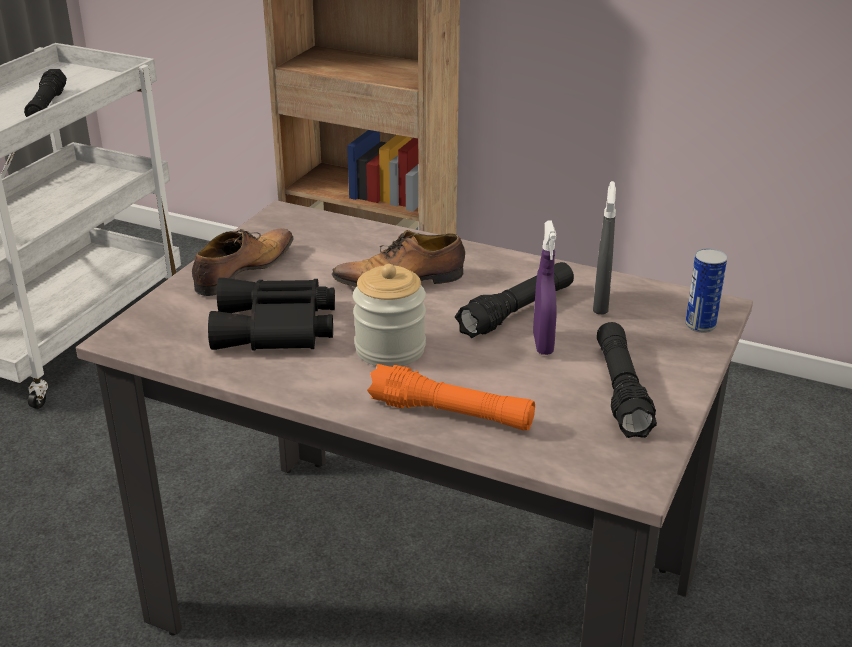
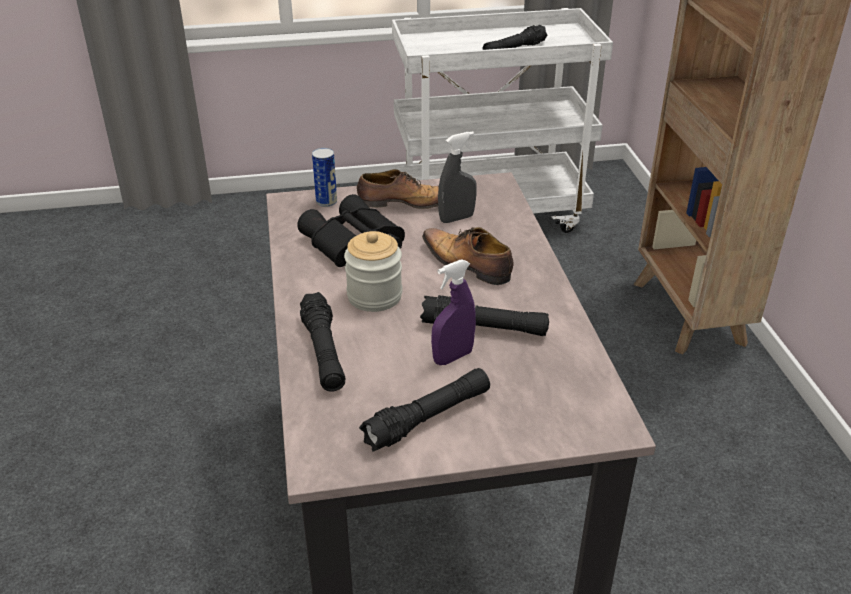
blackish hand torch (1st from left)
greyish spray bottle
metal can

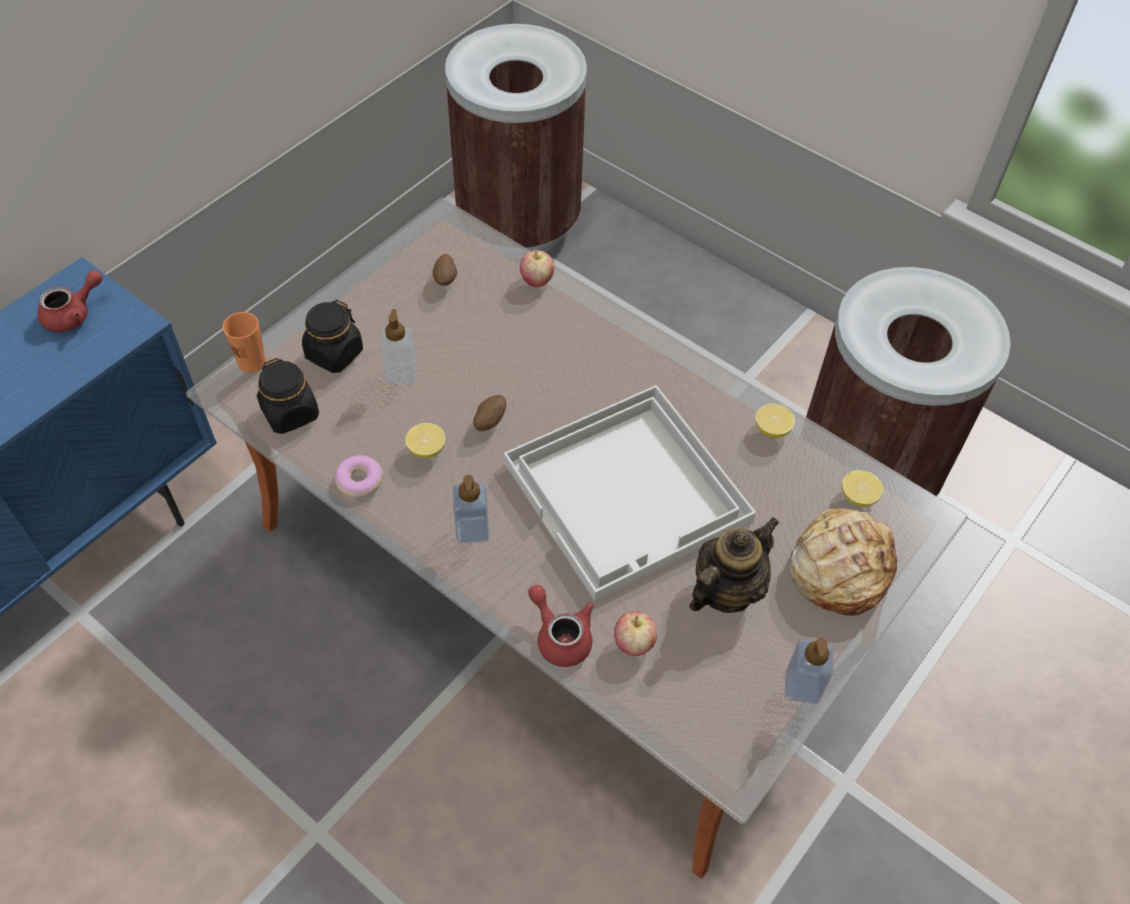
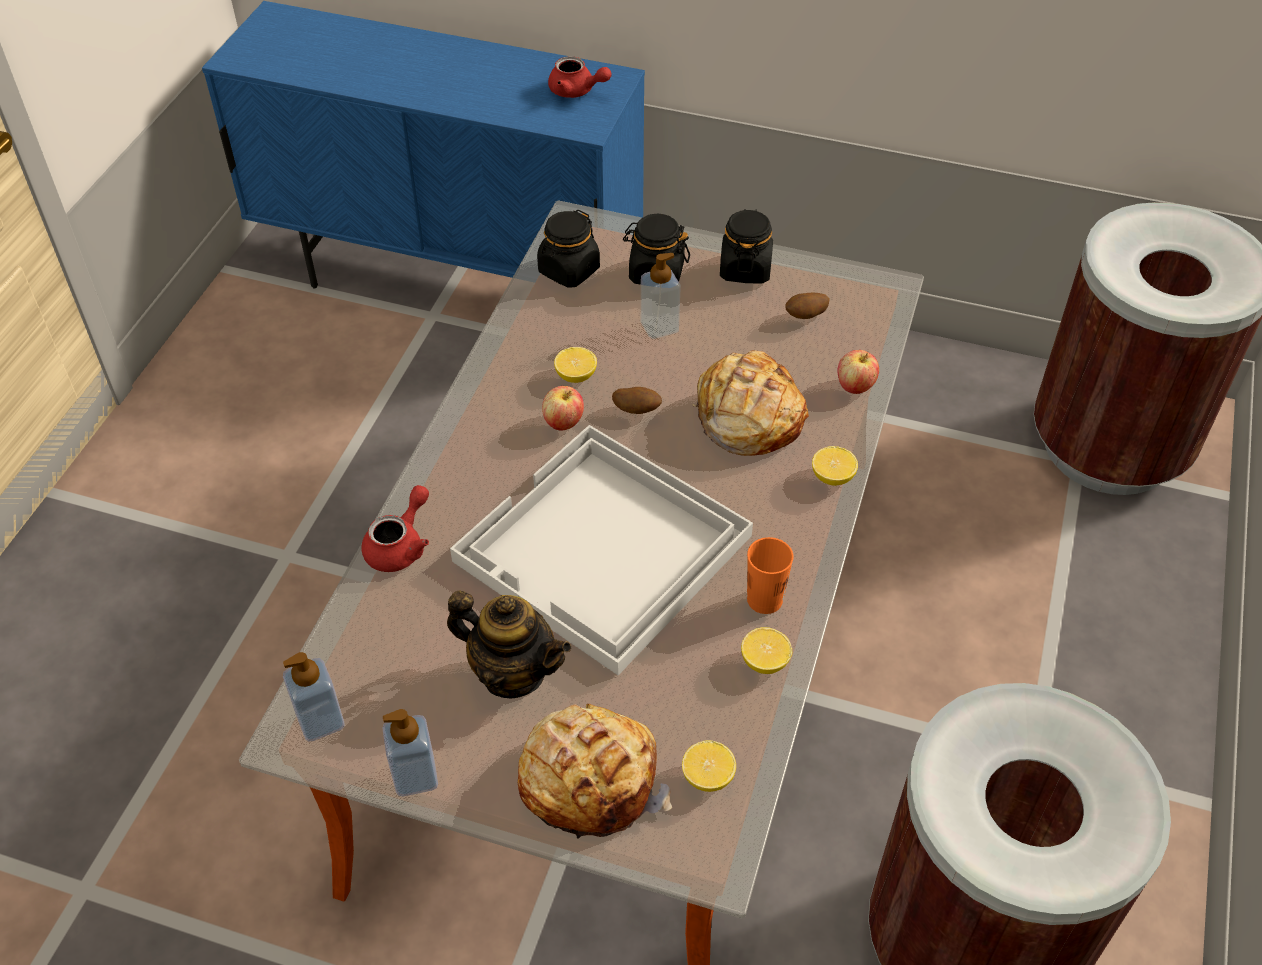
orange-coloured small cup
doughnut
liquid soap bottle (1st from left)
whole apple (1st from left)
baked bread (2nd from left)
blackish preserve jar (3rd from left)
whole lemon (4th from left)

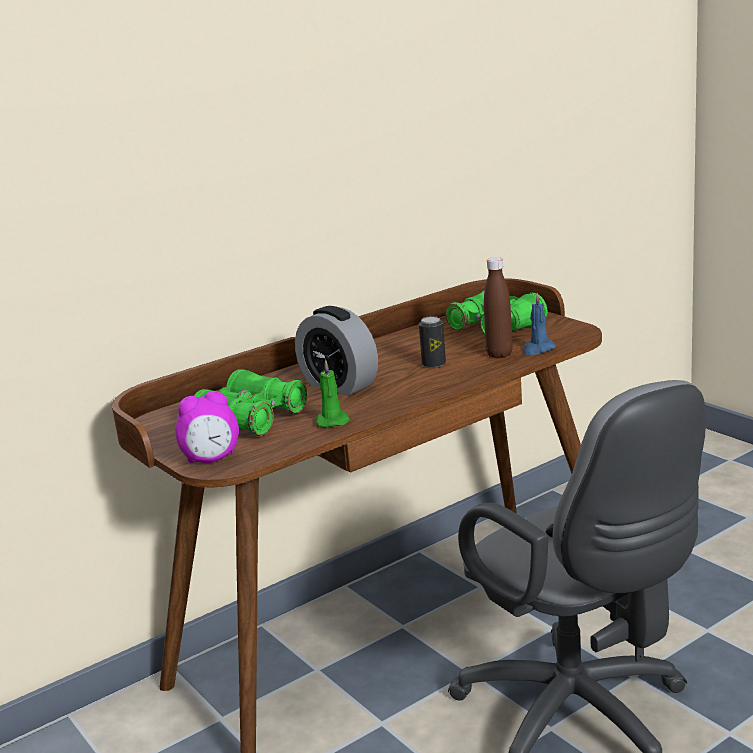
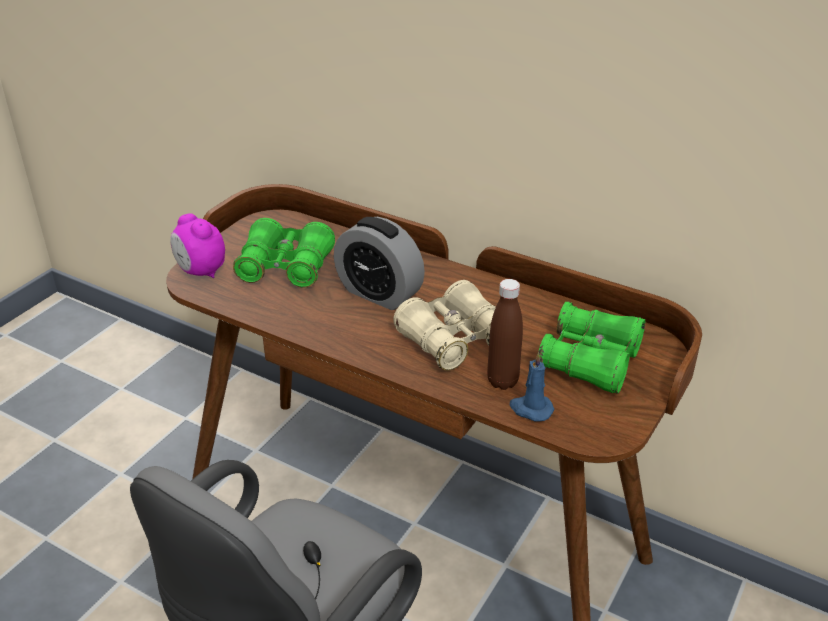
table clock (2nd from left)
green-coloured wax light
beige-coloured binoculars

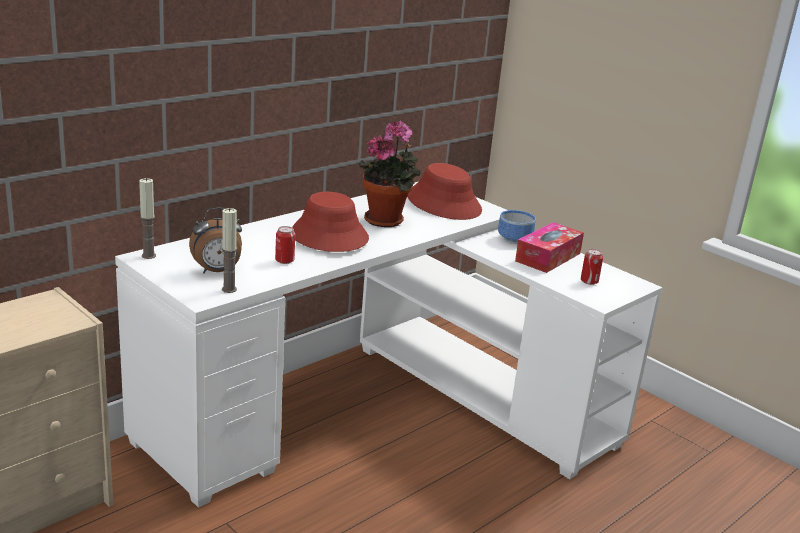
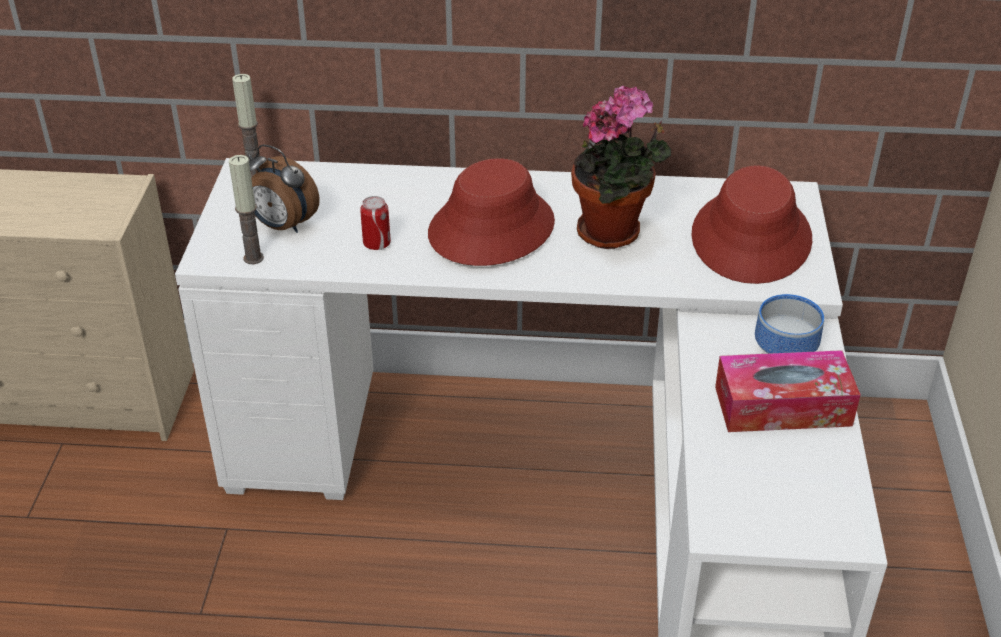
metal can (2nd from left in the first image)

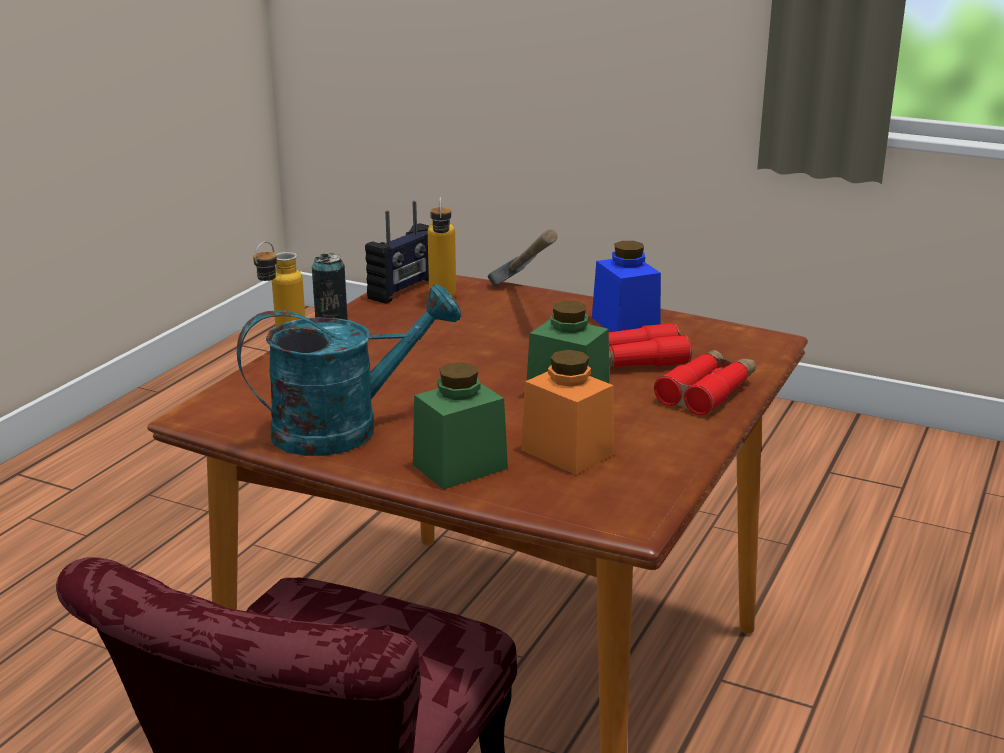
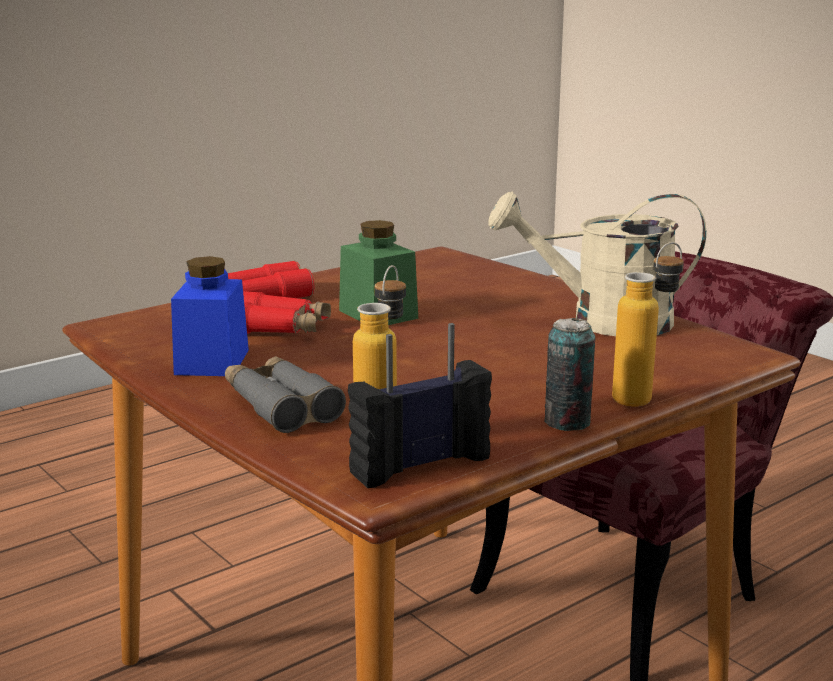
beige-coloured watering can
green-coloured preserve jar (1st from left in the first image)
greyish binoculars
orange-coloured preserve jar

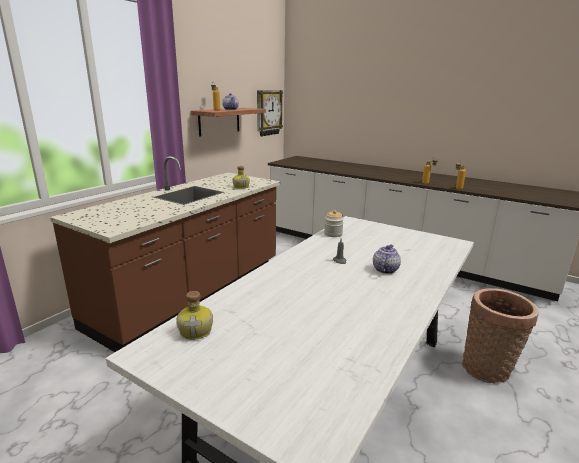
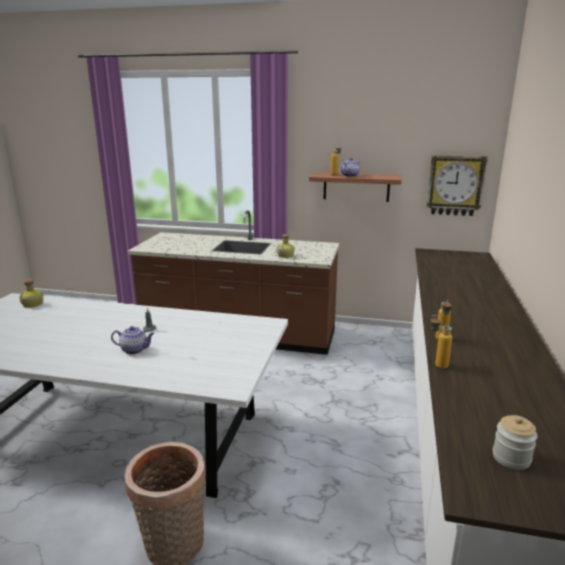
preserve jar

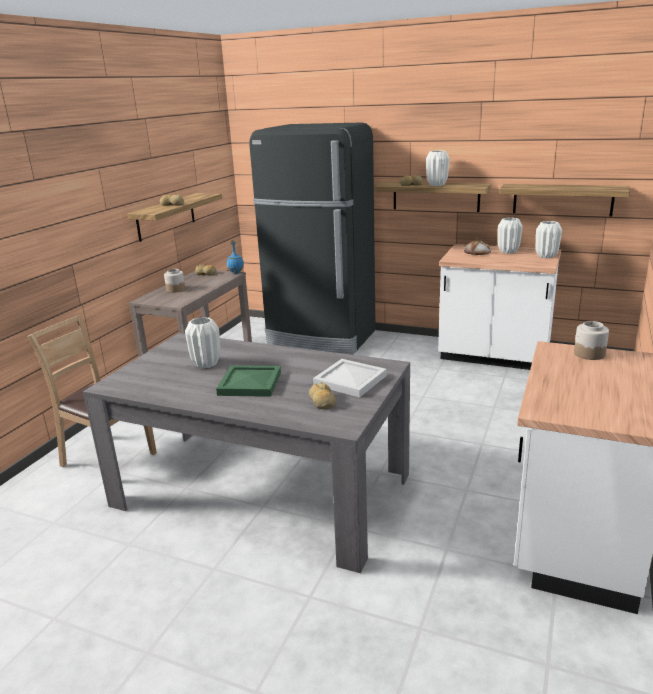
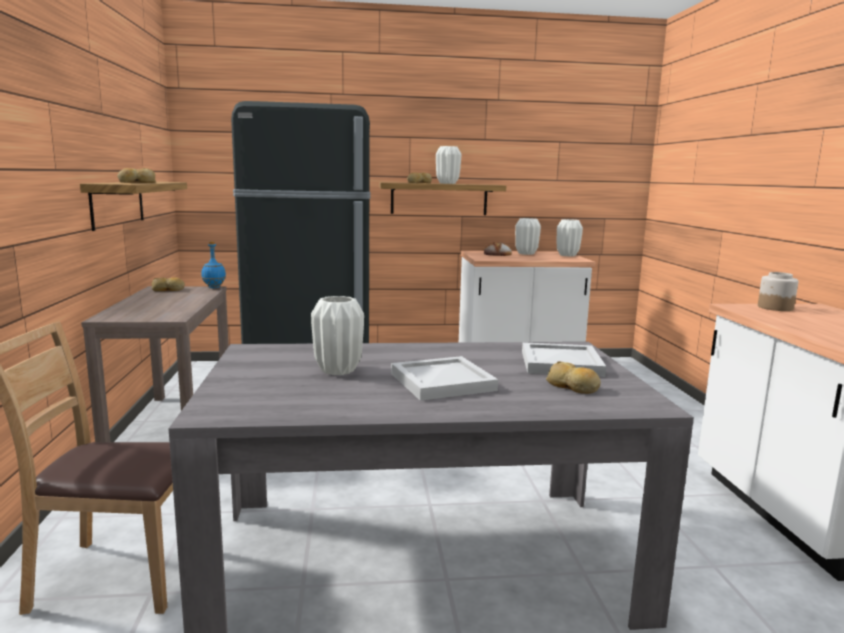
preserve jar (1st from left in the first image)
white-coloured carrying tray (1st from left)
bracket shelf (3rd from left in the first image)

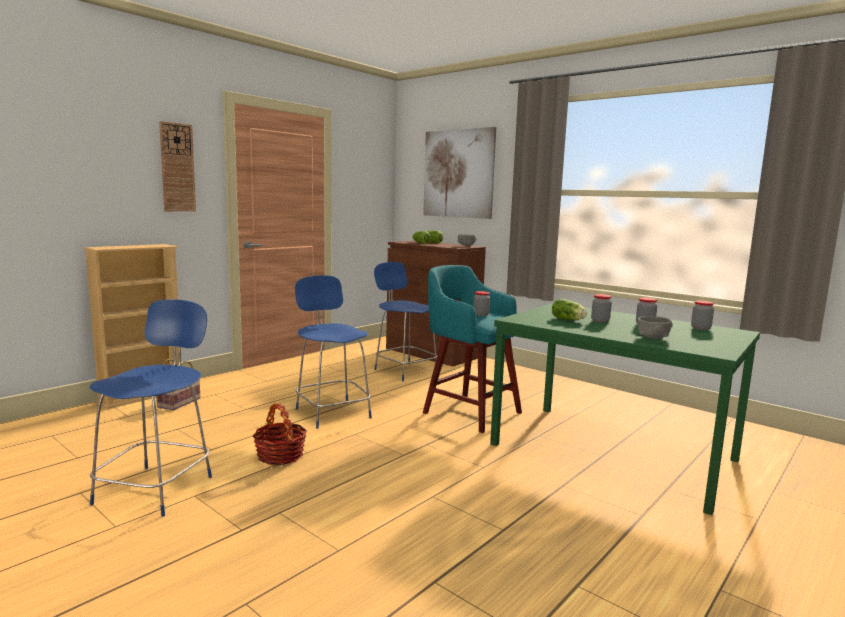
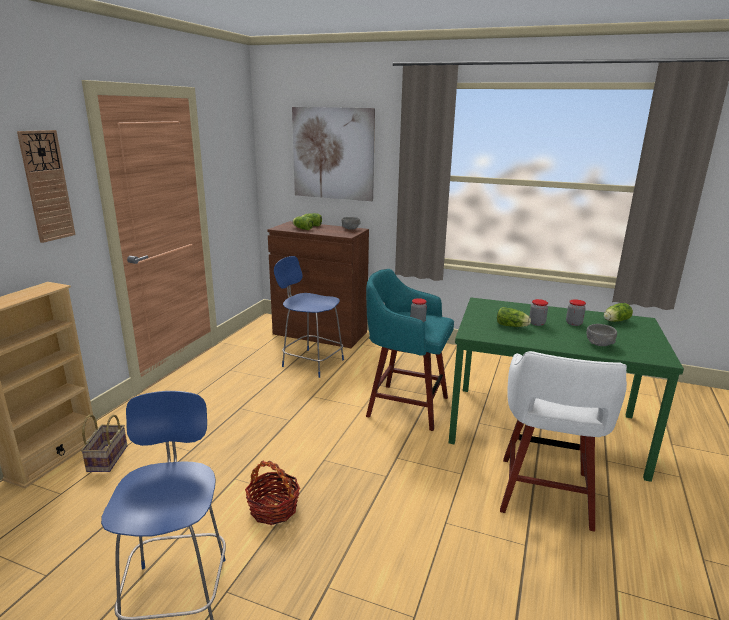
bluish chair (2nd from left in the first image)
head of lettuce (4th from left)
white-coloured stool seat

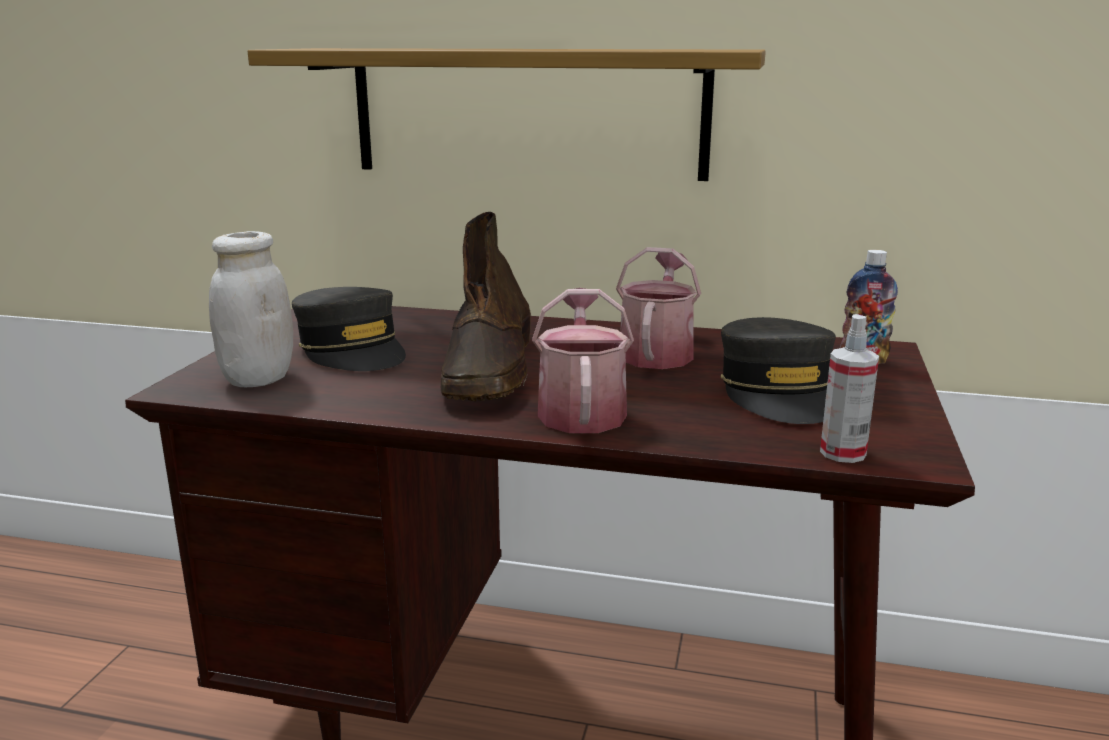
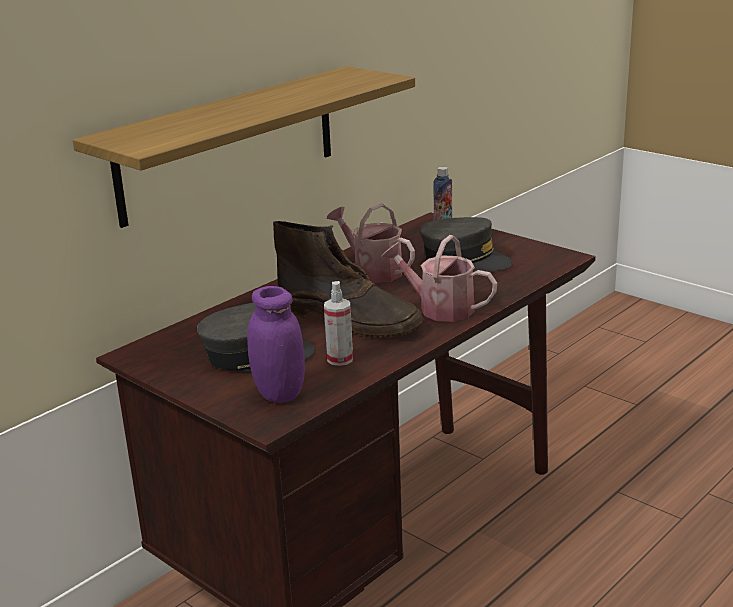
purplish preserve jar
spray bottle

